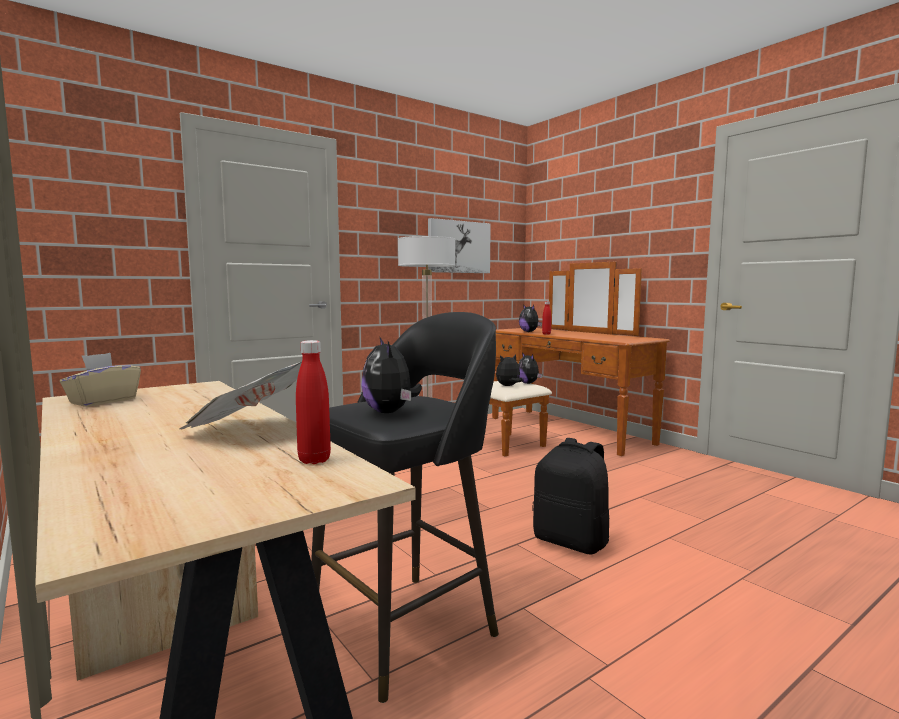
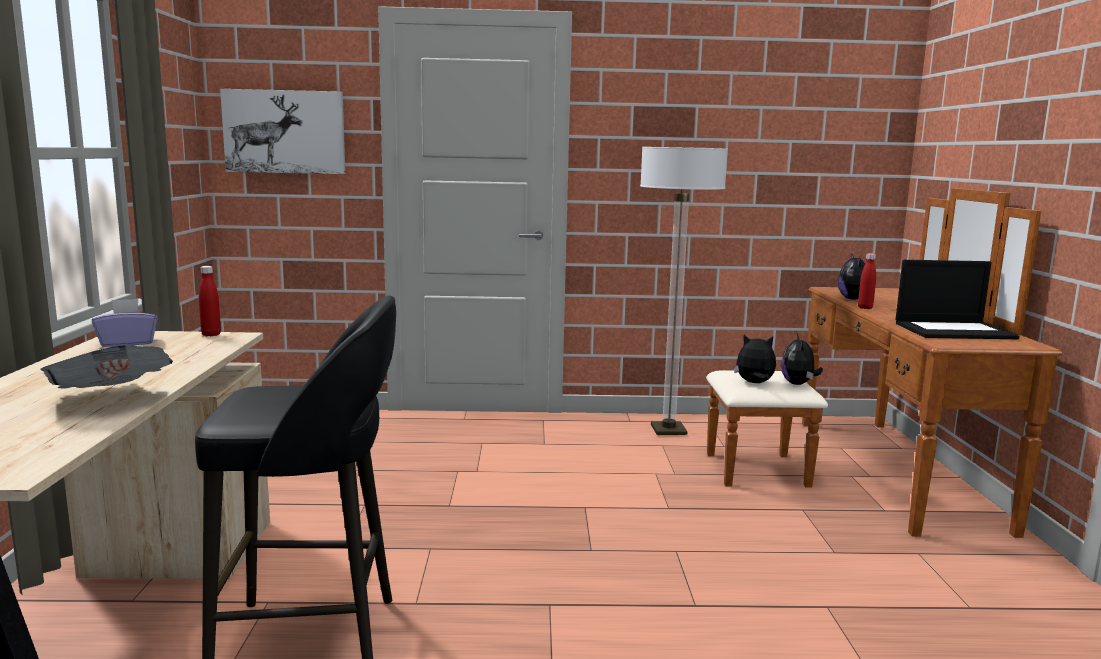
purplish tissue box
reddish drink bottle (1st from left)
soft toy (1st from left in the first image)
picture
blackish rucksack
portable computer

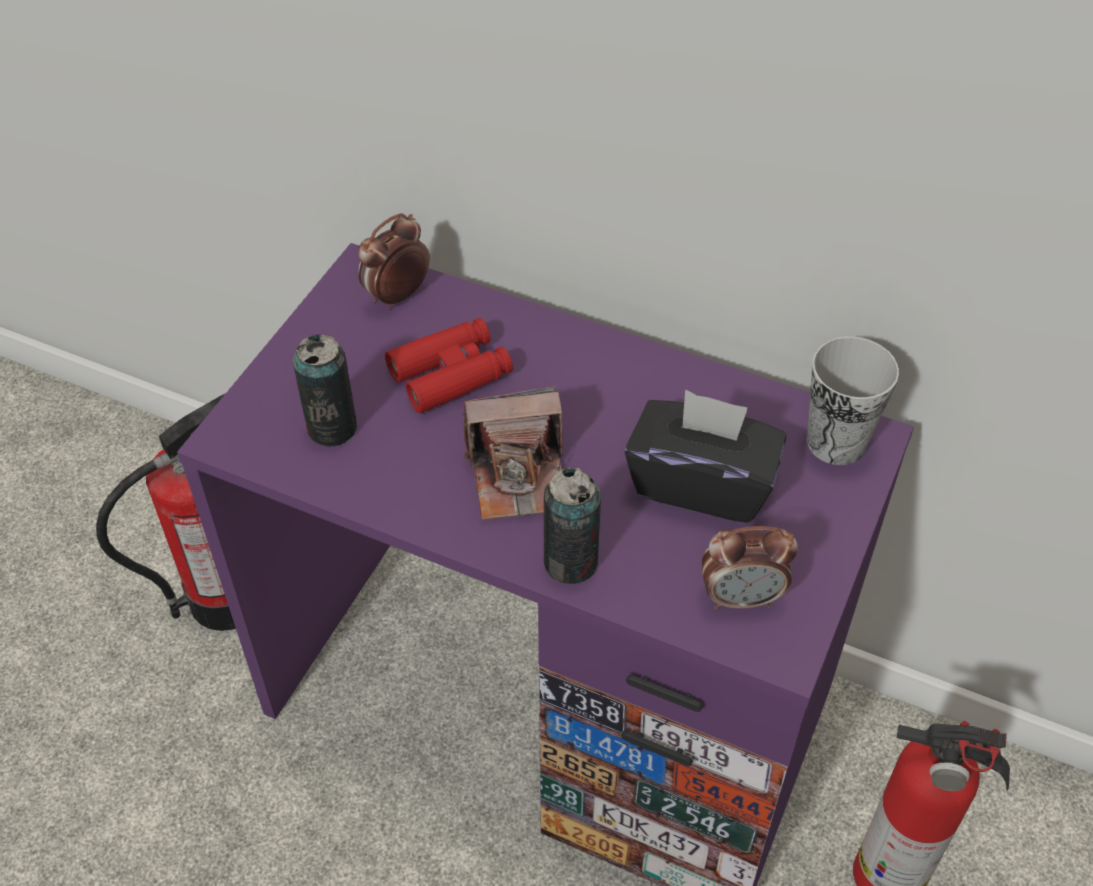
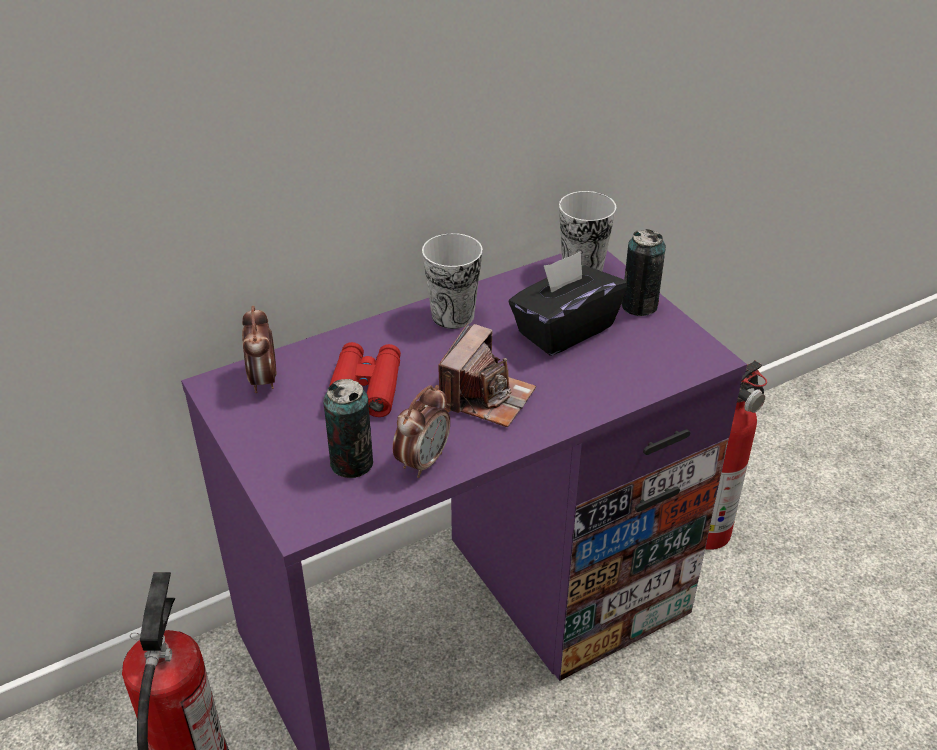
metal can (2nd from left)
table clock (2nd from left)
small cup (1st from left)

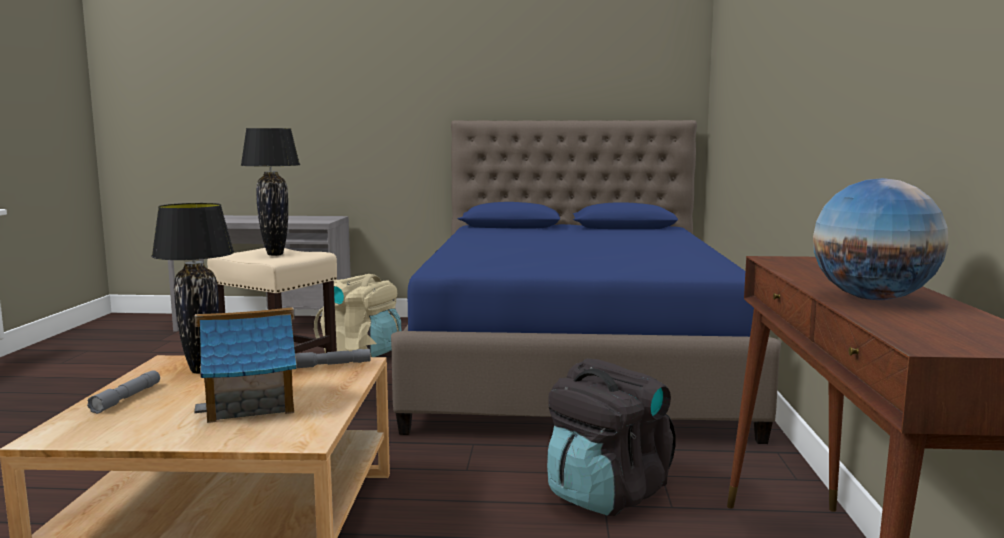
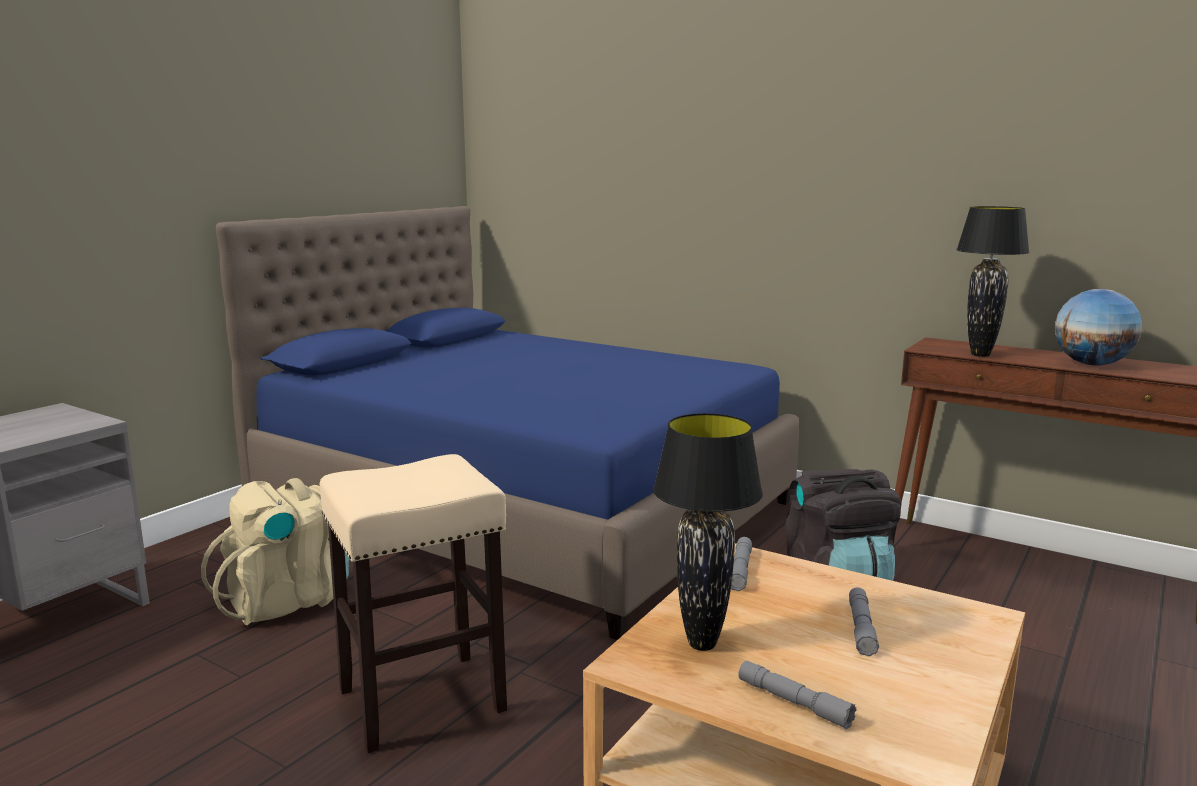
greyish hand torch (3rd from left)
blackish lamp for a table (2nd from left)

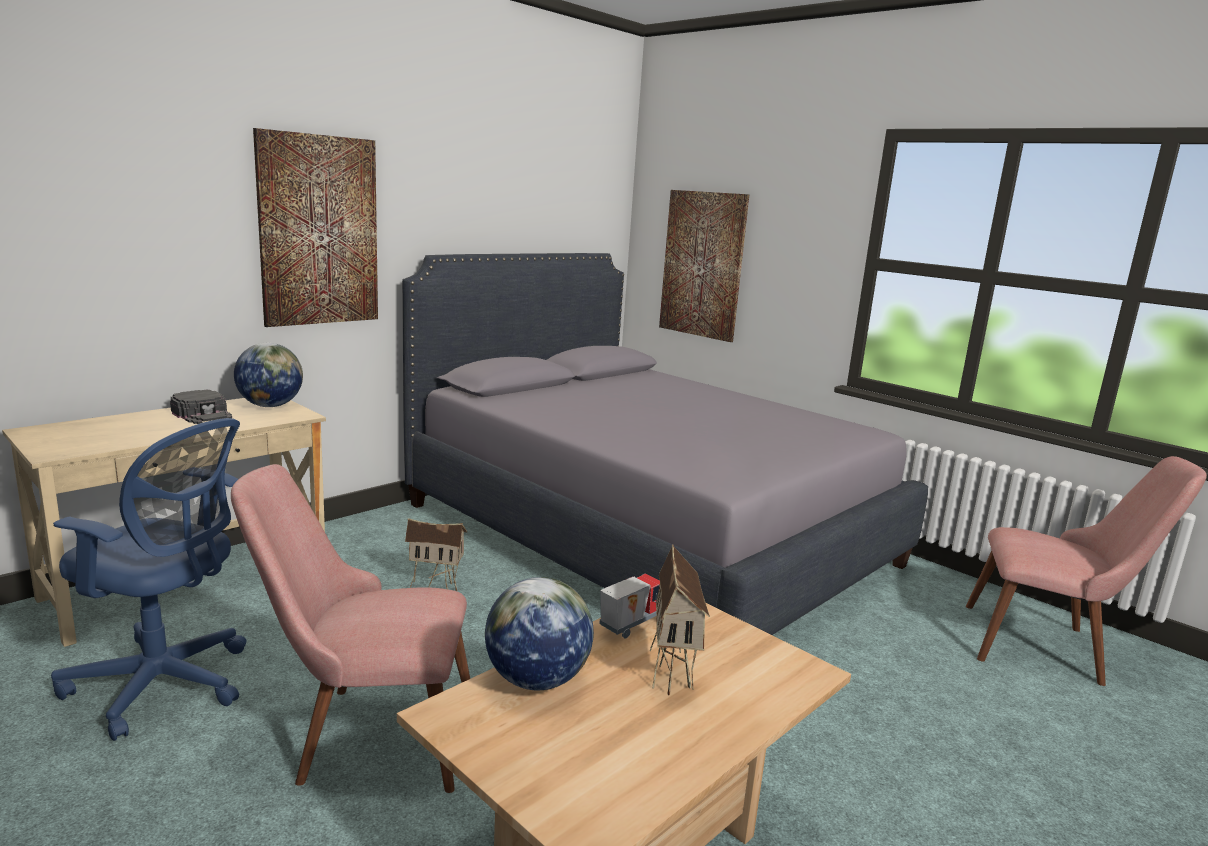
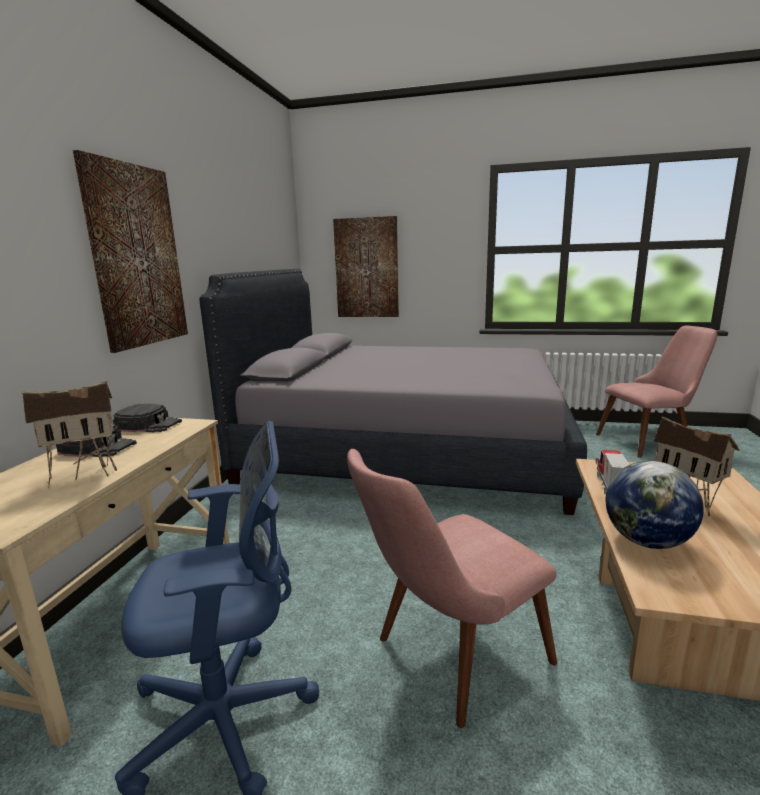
blackish baseball cap (2nd from left)
model house (1st from left)

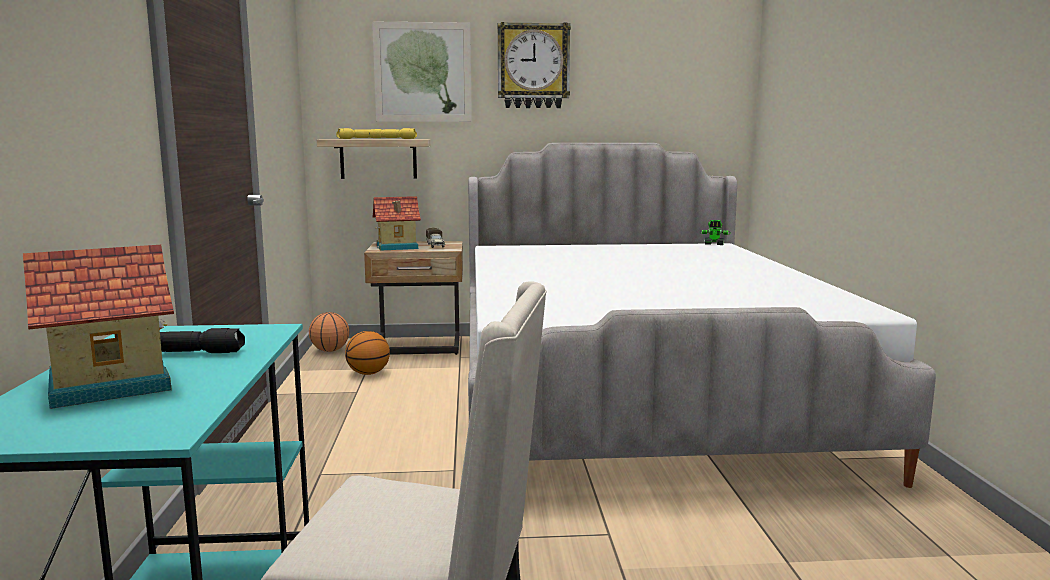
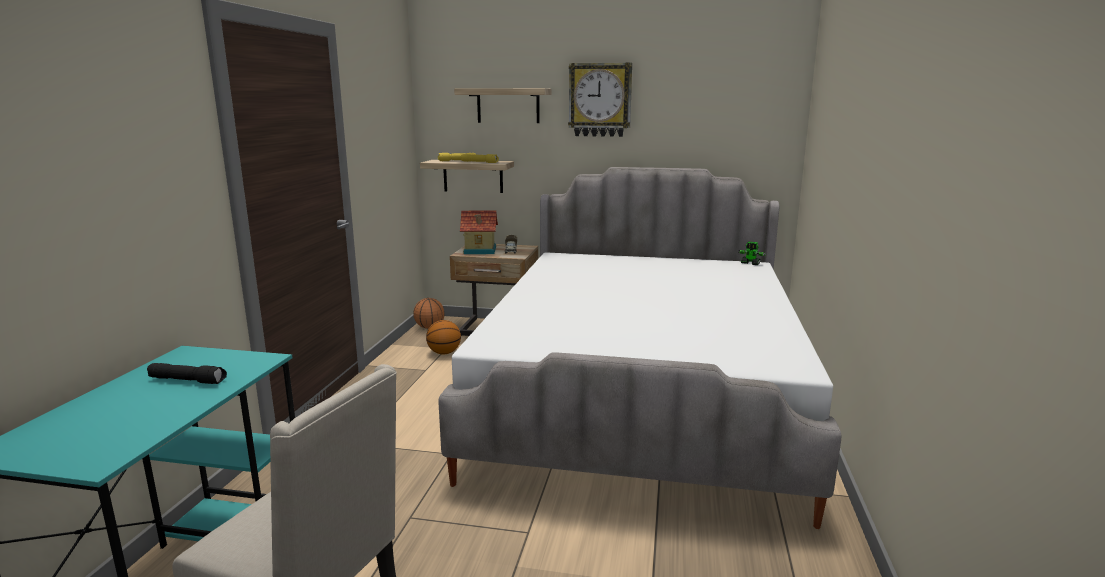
model house (1st from left in the first image)
bracket shelf (2nd from left)

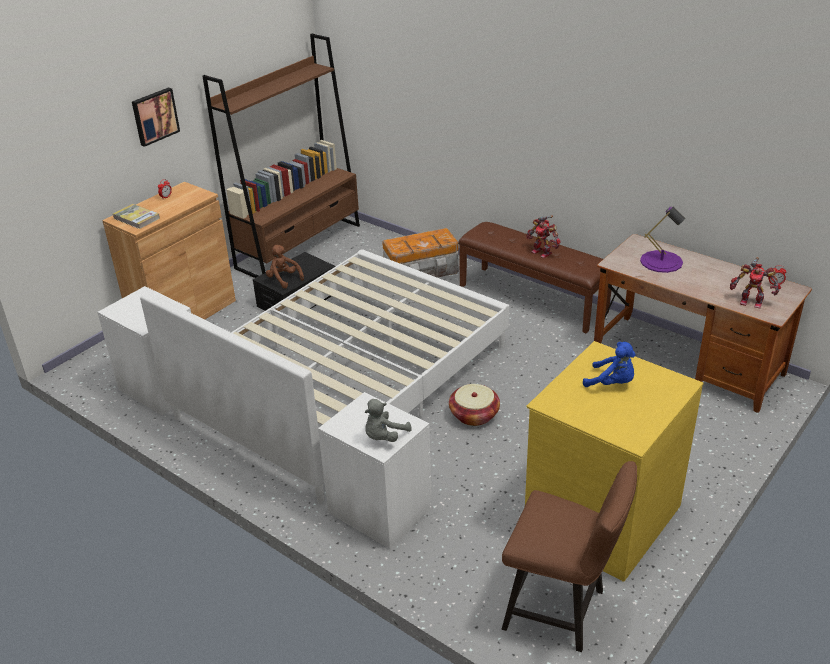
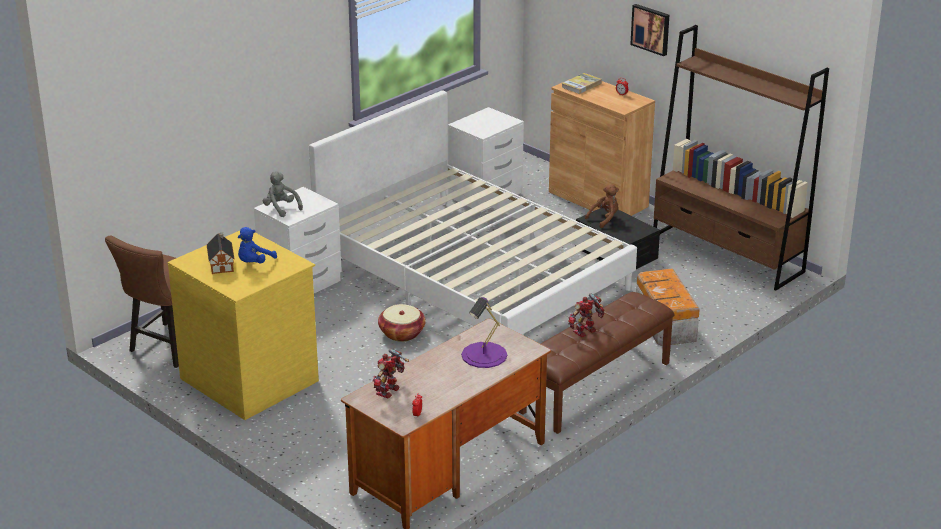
model house

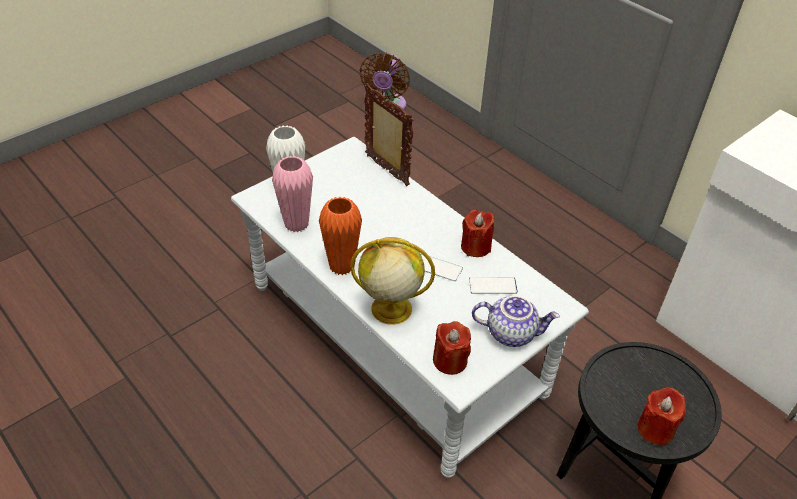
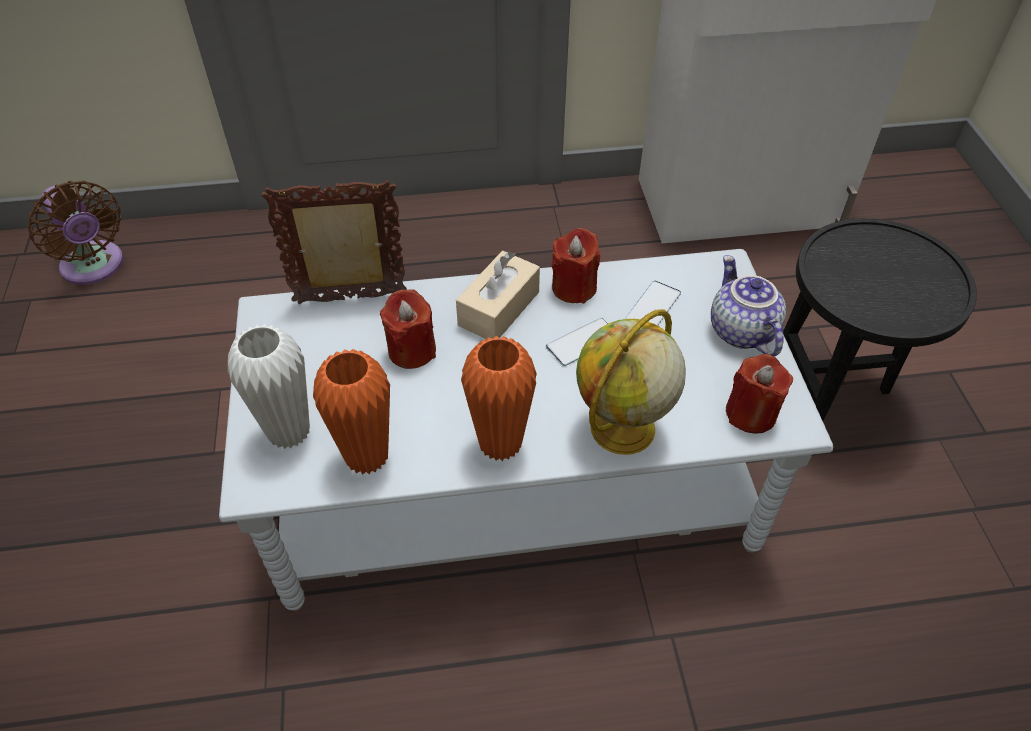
orange-coloured flower vase (1st from left)
tea pot
reddish wax light (1st from left)
beige-coloured tissue box

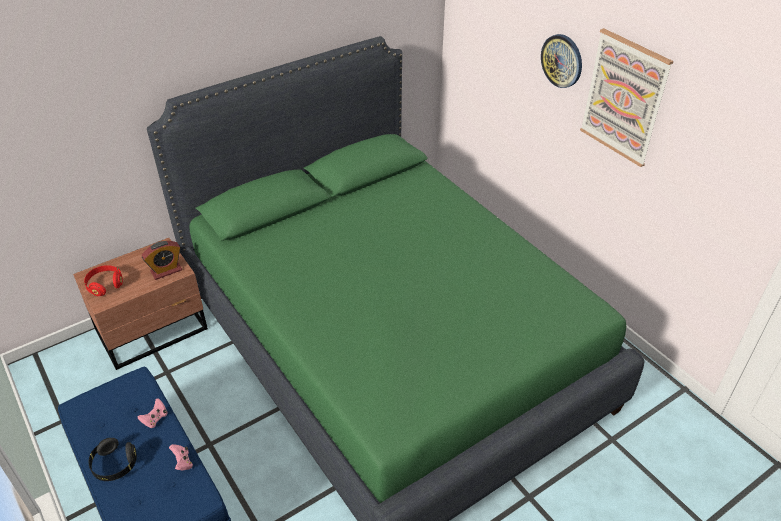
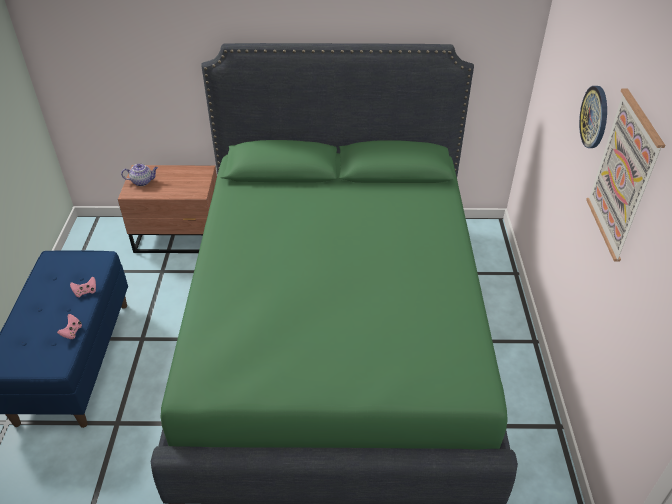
tea pot
blackish headphones
table clock

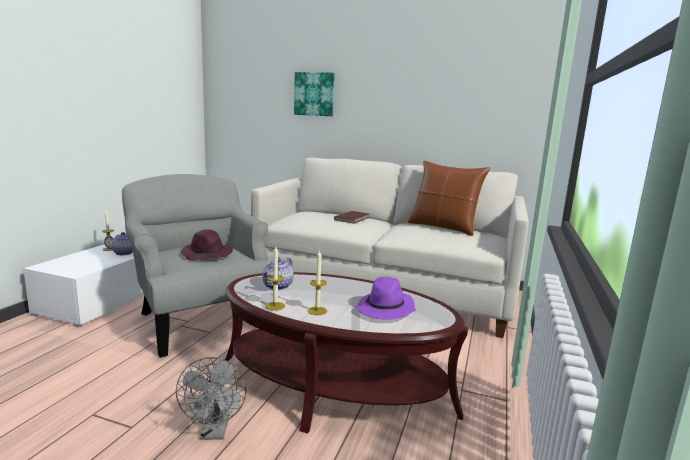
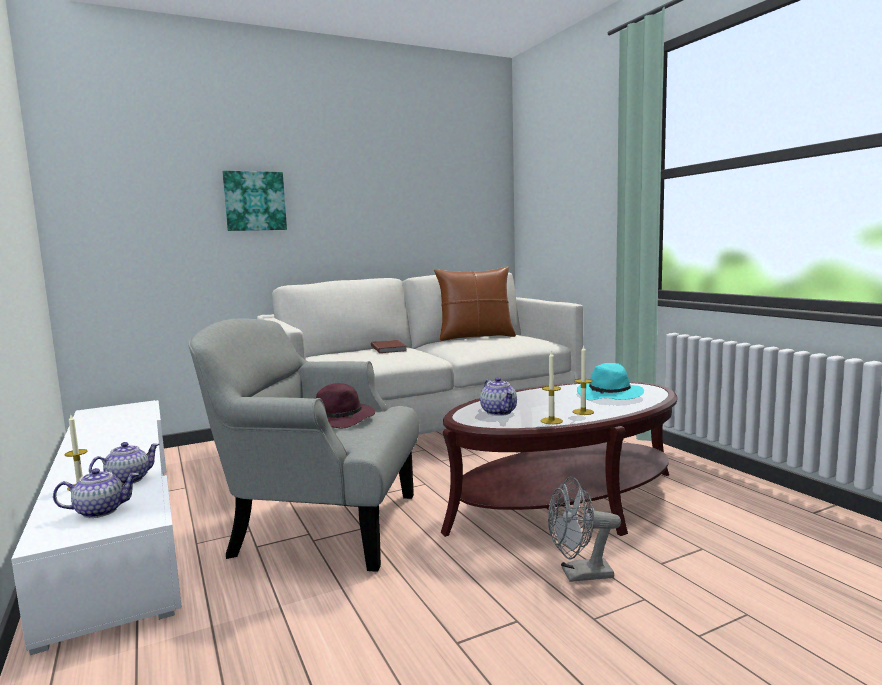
greyish electric fan
turquoise-coloured clothing hat
tea pot (1st from left)

